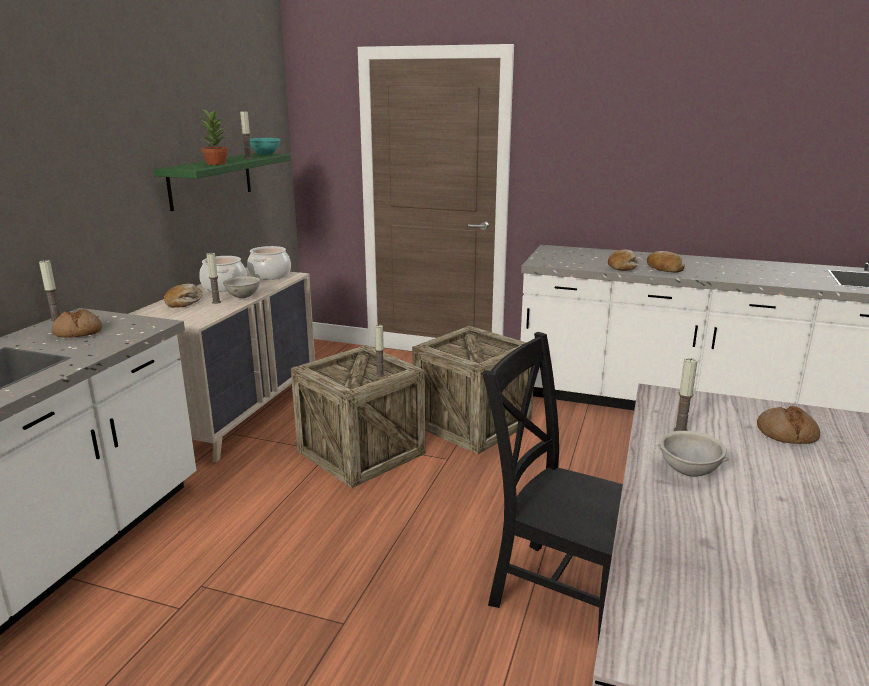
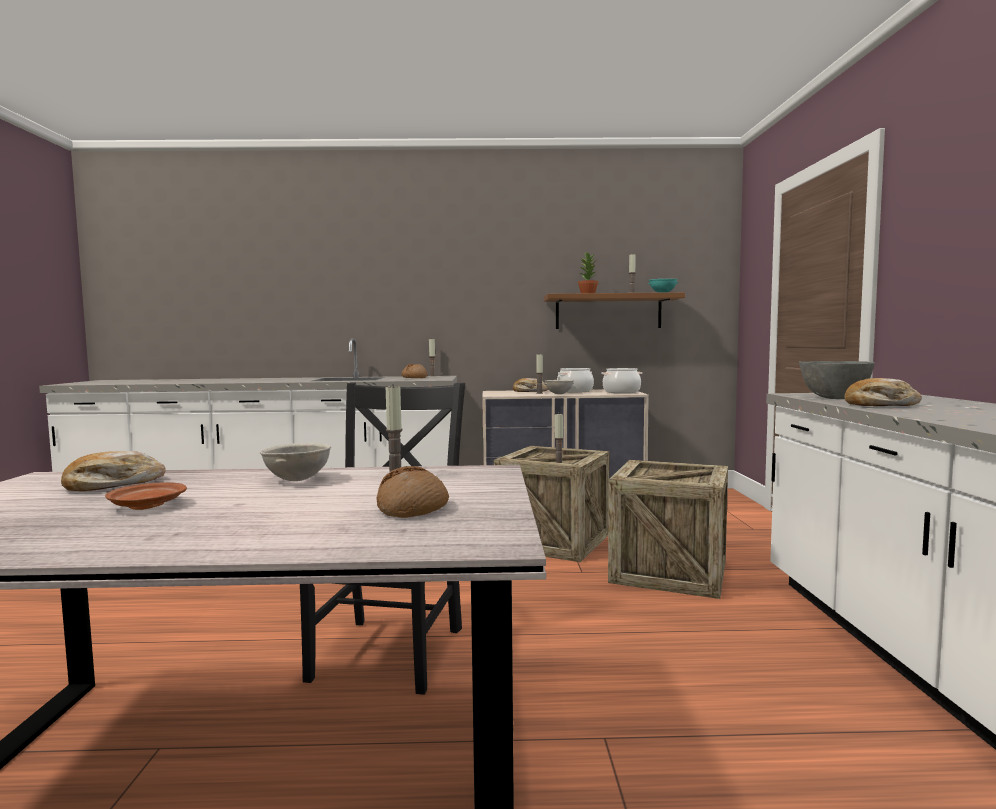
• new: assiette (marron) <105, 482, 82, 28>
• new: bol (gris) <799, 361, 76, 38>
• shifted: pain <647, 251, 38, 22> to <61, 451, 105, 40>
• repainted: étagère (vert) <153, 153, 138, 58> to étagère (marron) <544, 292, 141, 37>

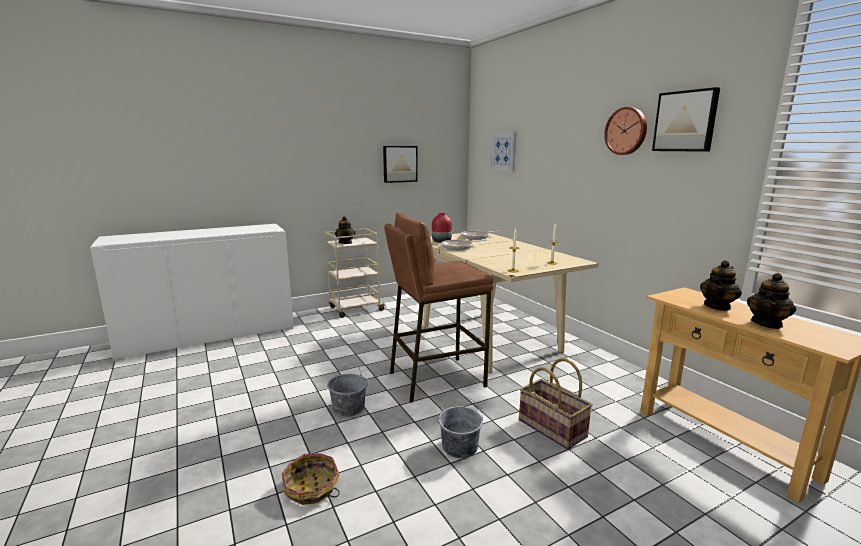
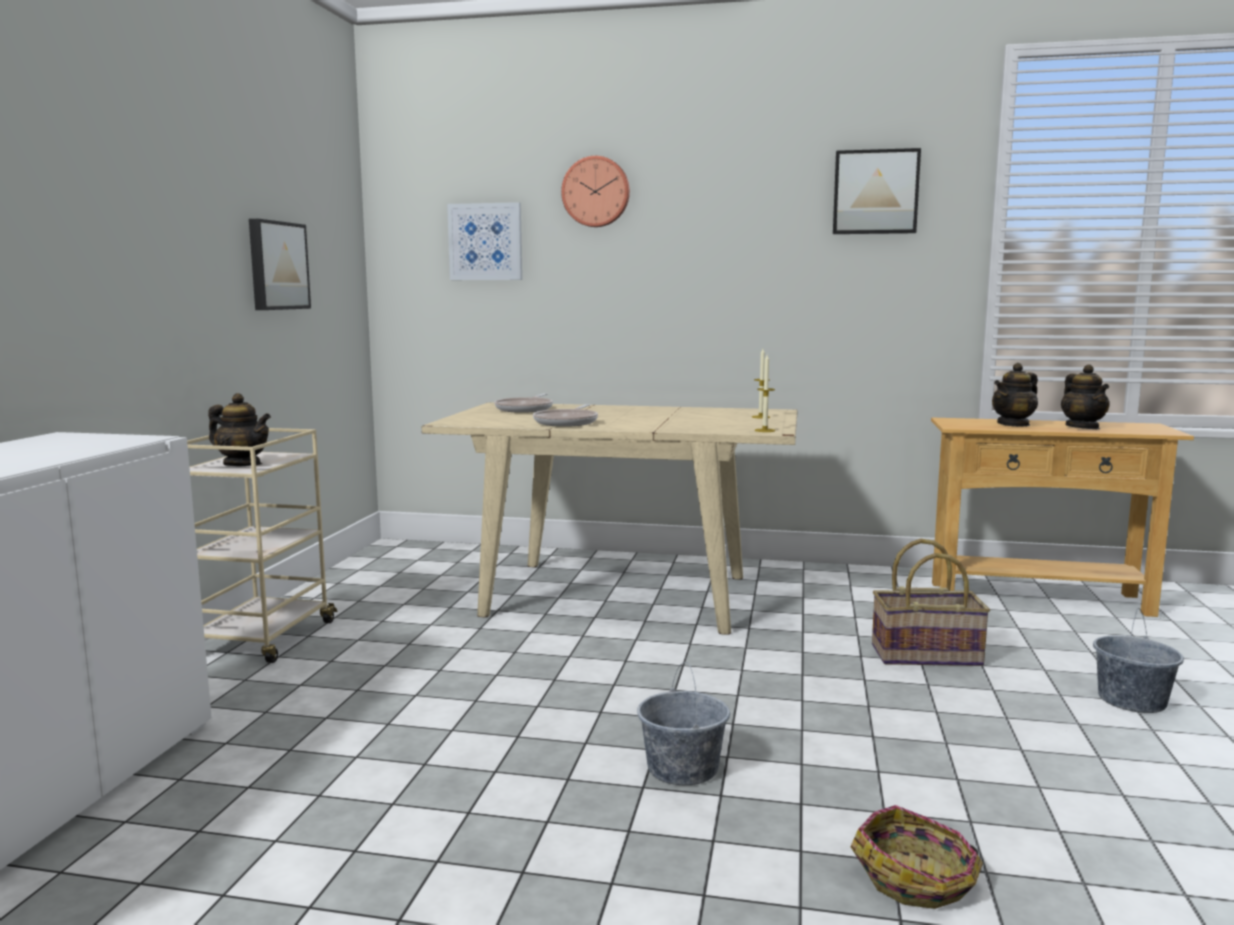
• gone: tabouret (marron) <384, 212, 109, 191>
• gone: vase (rouge) <432, 213, 20, 30>
• shifted: seau (gris) <438, 396, 45, 62> to <1093, 608, 91, 105>
• shifted: horloge murale <604, 107, 43, 48> to <561, 156, 69, 71>
• rotated: théière <700, 260, 42, 51> = <992, 363, 46, 64> 60 degrees clockwise

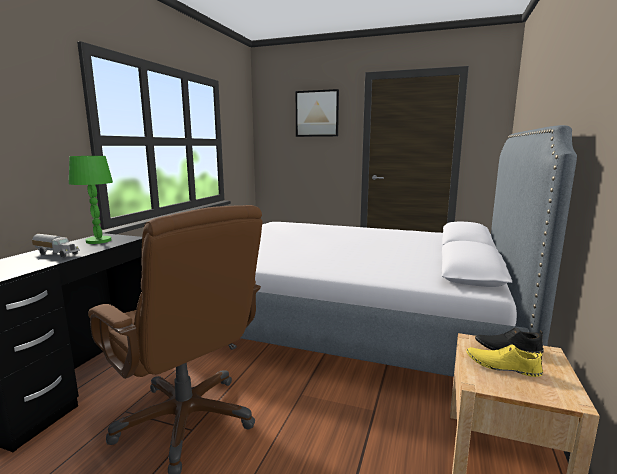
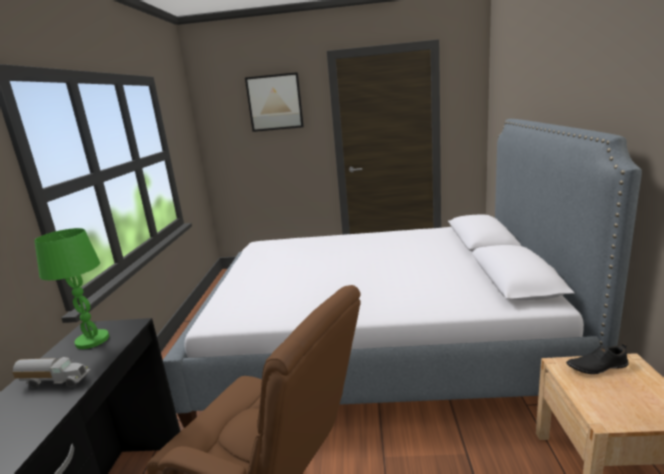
• gone: chaussure (jaune) <466, 344, 77, 33>

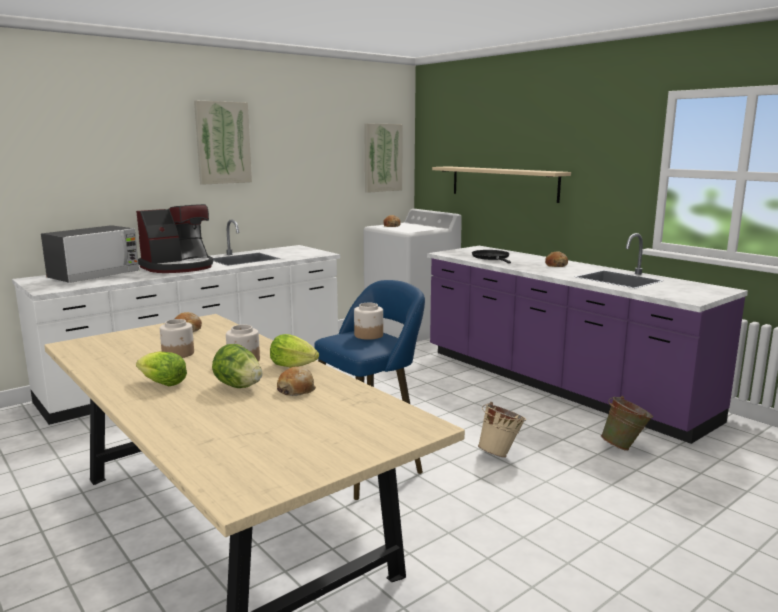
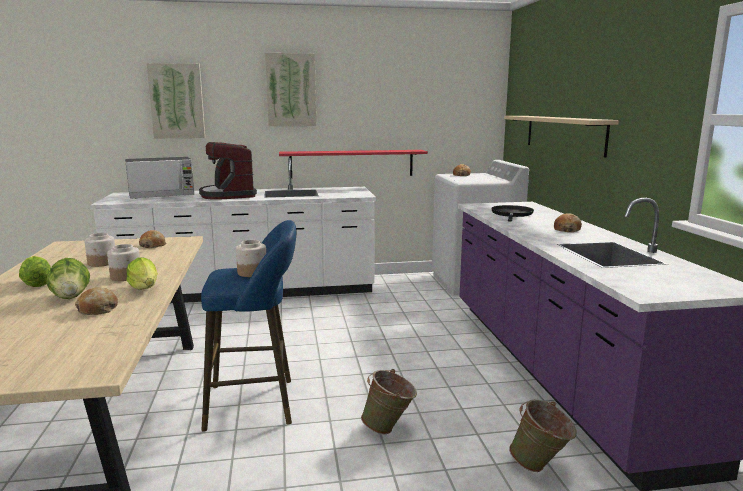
• new: étagère (rouge) <279, 150, 149, 28>
• shifted: tableau <364, 124, 39, 69> to <146, 63, 59, 75>
• repainted: seau (beige) <478, 402, 48, 56> to seau (vert) <361, 369, 56, 65>
• rotated: machine à café <136, 204, 77, 69> = <199, 142, 58, 58> 75 degrees clockwise

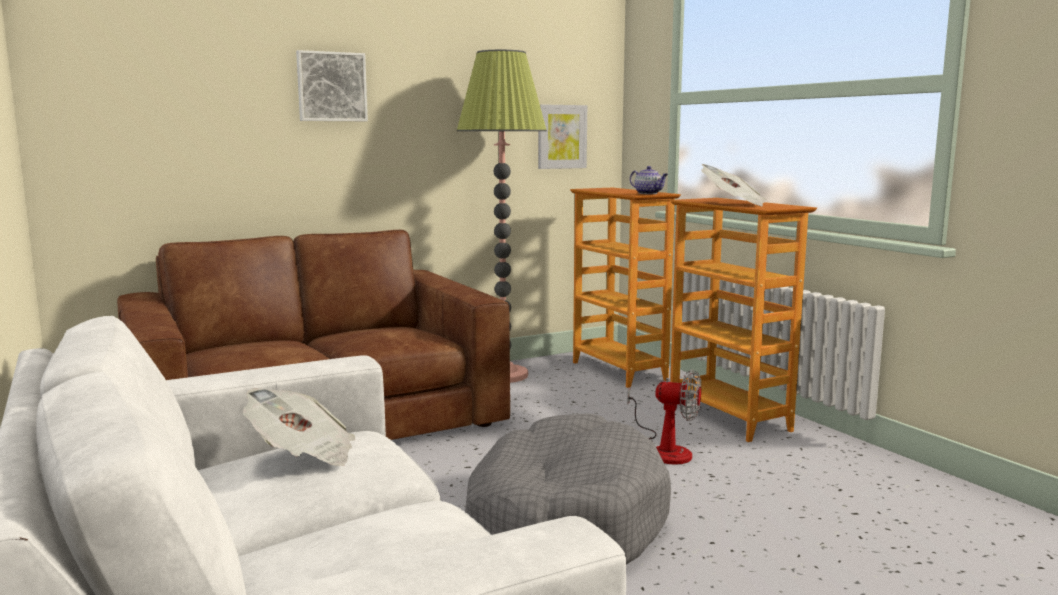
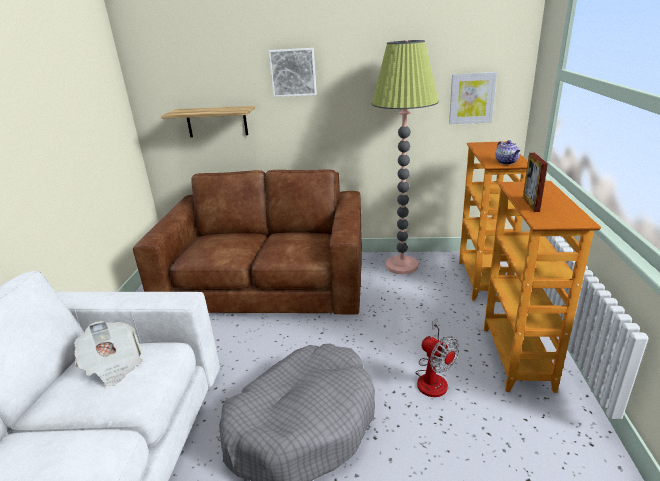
• new: étagère <161, 106, 94, 31>
• swapped: journal <701, 164, 65, 42> to cadre photo <523, 153, 25, 59>

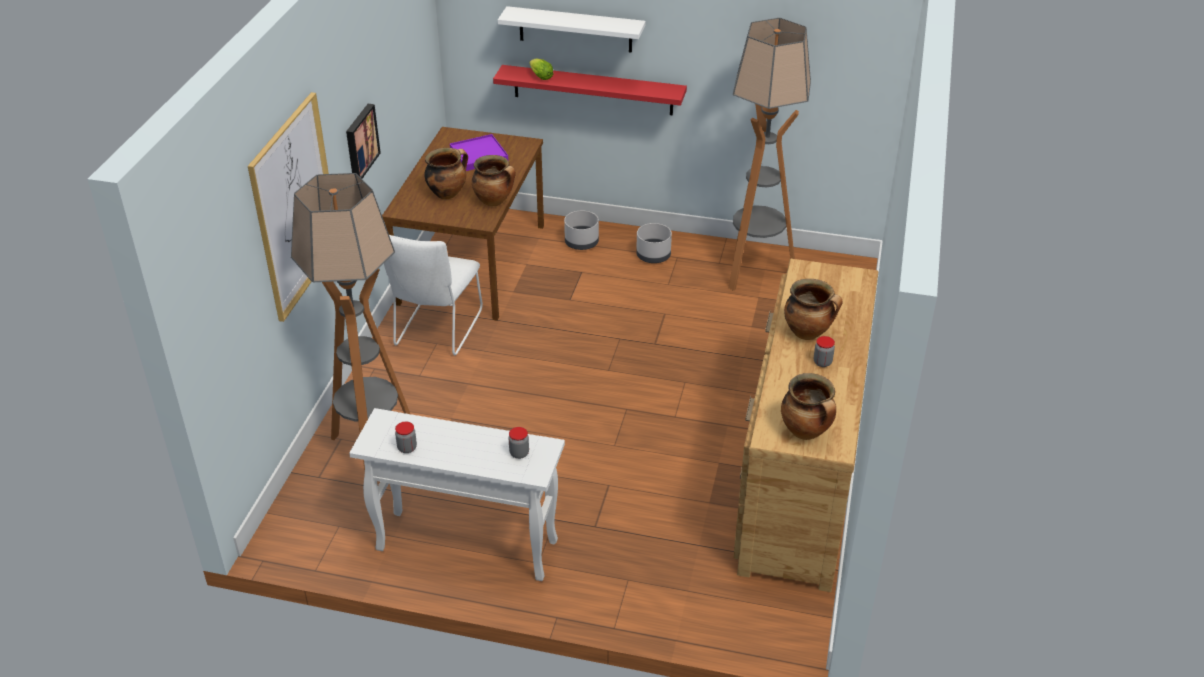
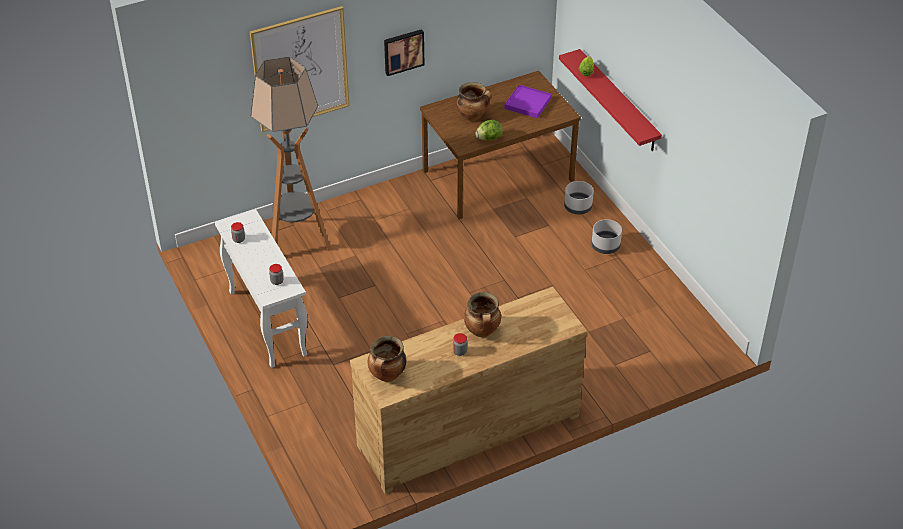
• gone: chaise (blanc) <384, 235, 99, 121>
• gone: étagère (blanc) <498, 6, 148, 47>
• gone: lampadaire <728, 18, 83, 273>
• swapped: marmite <472, 155, 44, 51> to laitue <475, 120, 28, 20>

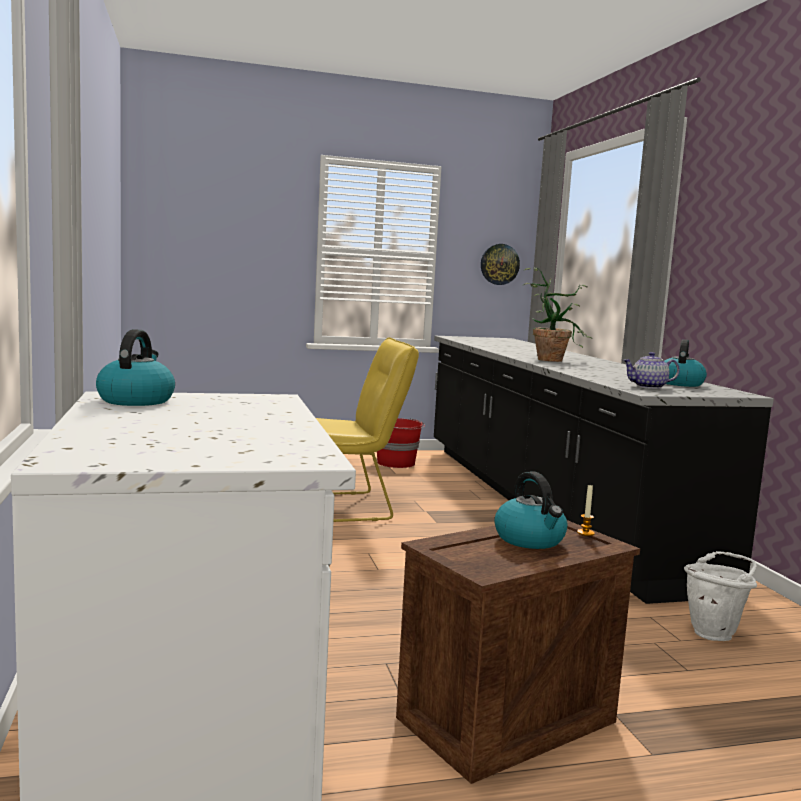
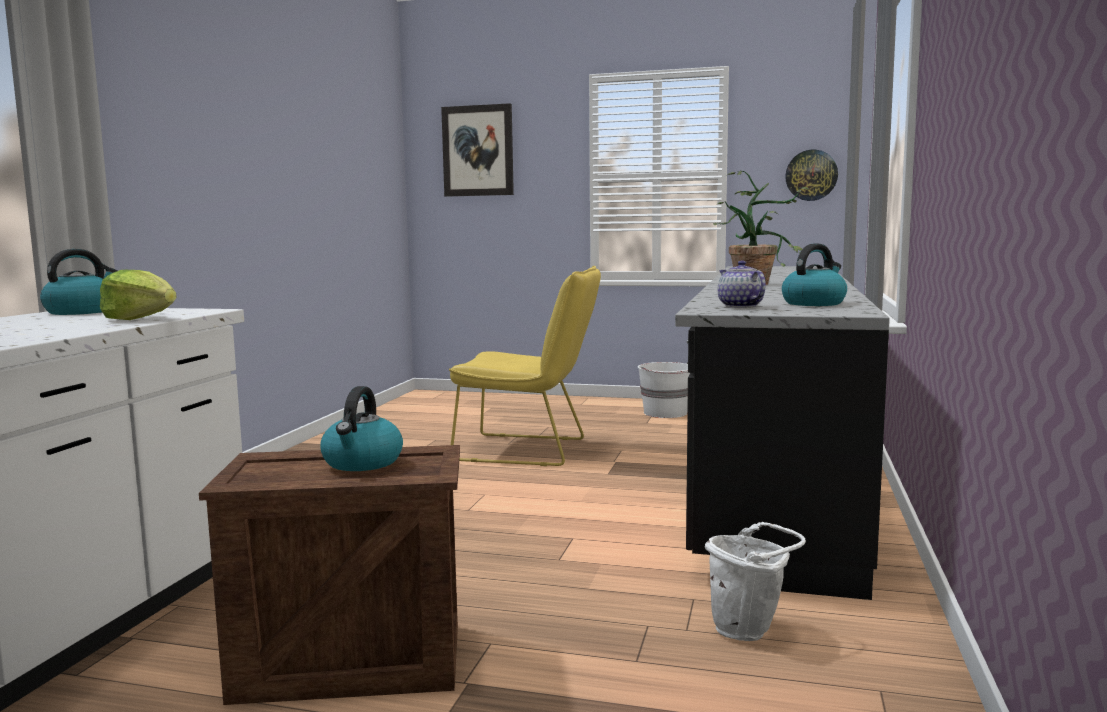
• gone: bougie <577, 483, 18, 53>
• new: laitue <100, 270, 77, 50>
• new: tableau <441, 103, 73, 94>
• repainted: seau (rouge) <377, 418, 48, 50> to seau (blanc) <638, 362, 52, 56>
• rotated: théière <623, 352, 57, 37> = <718, 261, 48, 47> 45 degrees clockwise

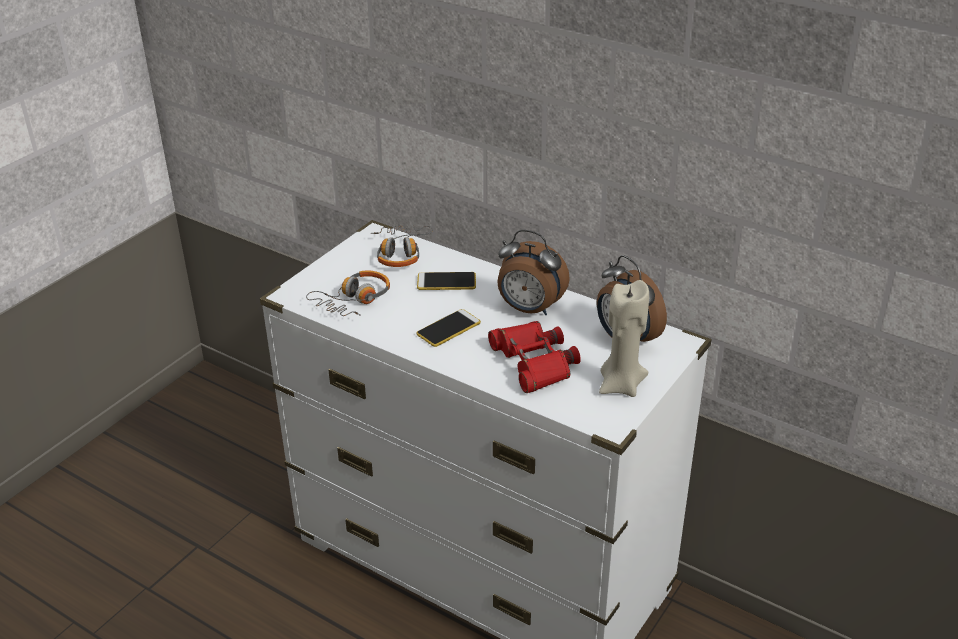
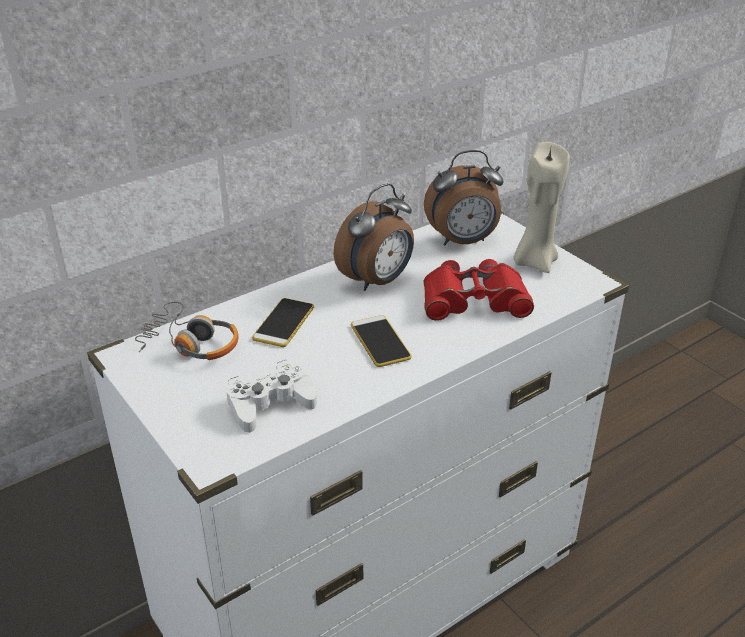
• swapped: casque audio <306, 271, 84, 45> to manette (blanc) <226, 360, 91, 73>

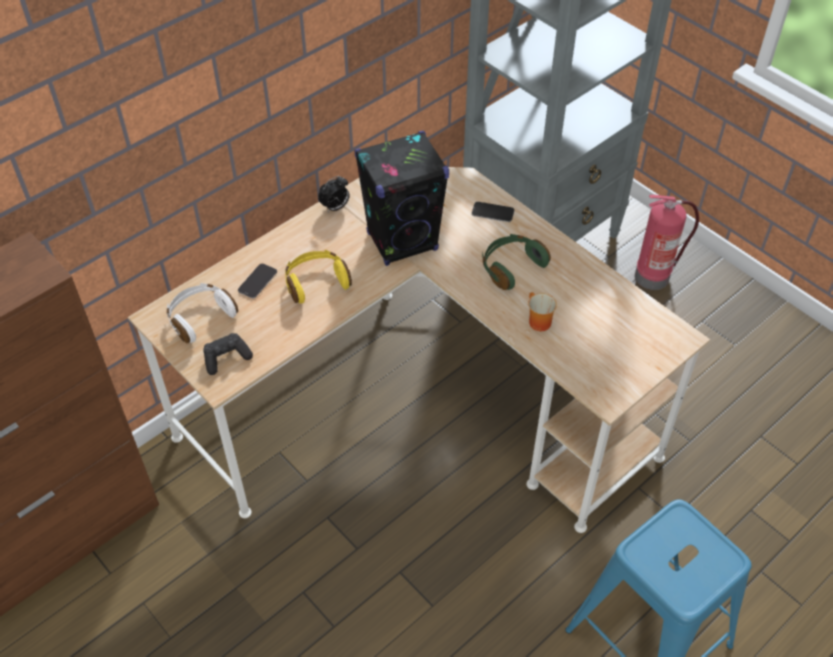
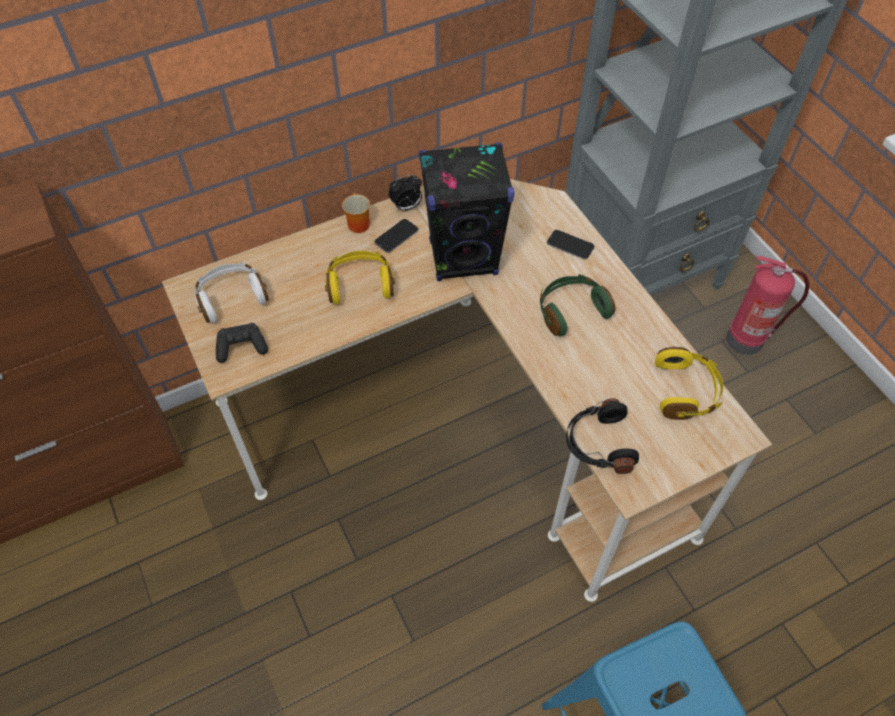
• new: casque audio (noir) <566, 398, 73, 76>
• new: casque audio (jaune) <655, 347, 69, 73>
• shifted: téléphone <238, 264, 39, 34> to <374, 219, 44, 34>
• shifted: mug <528, 292, 29, 39> to <342, 193, 28, 40>

